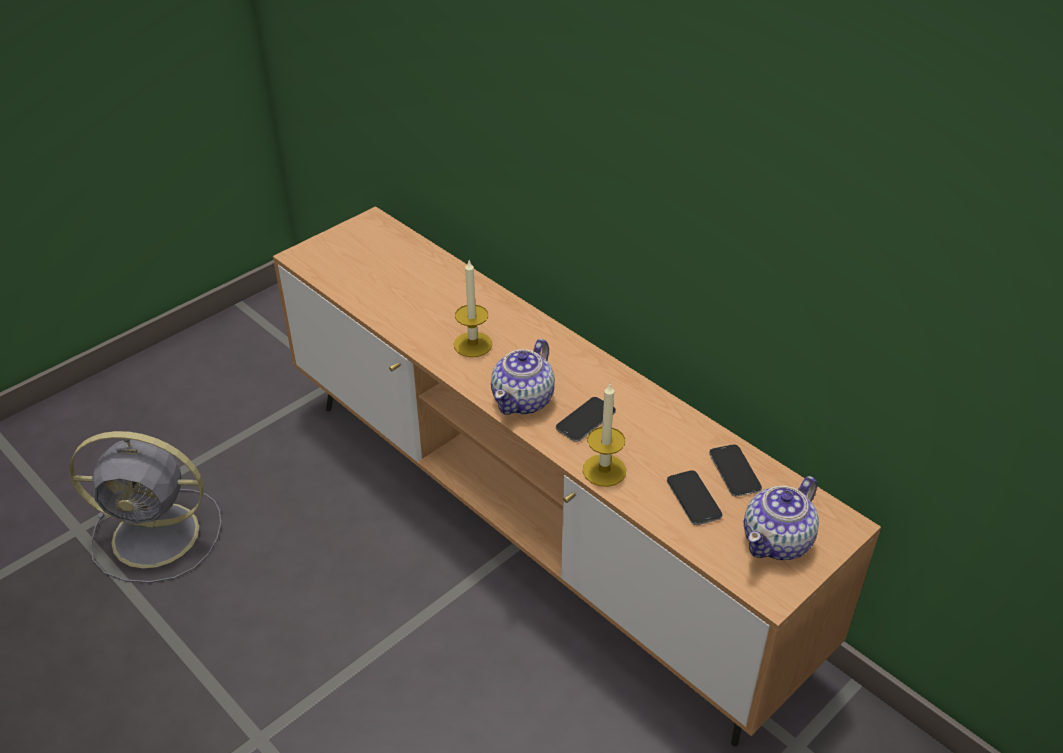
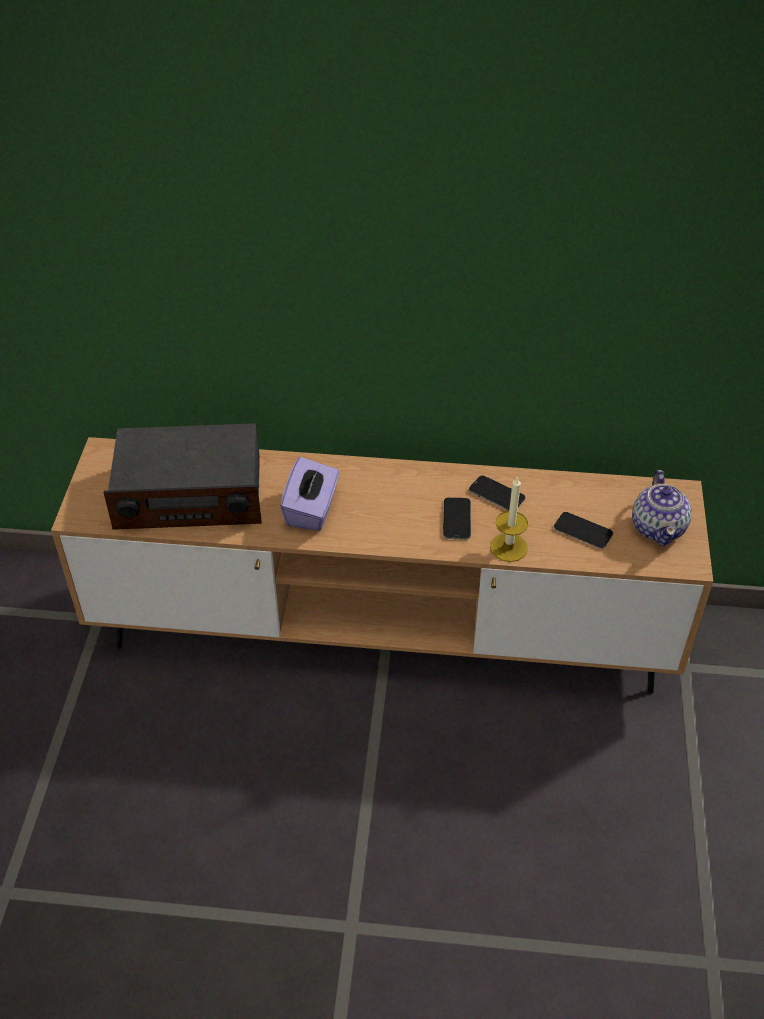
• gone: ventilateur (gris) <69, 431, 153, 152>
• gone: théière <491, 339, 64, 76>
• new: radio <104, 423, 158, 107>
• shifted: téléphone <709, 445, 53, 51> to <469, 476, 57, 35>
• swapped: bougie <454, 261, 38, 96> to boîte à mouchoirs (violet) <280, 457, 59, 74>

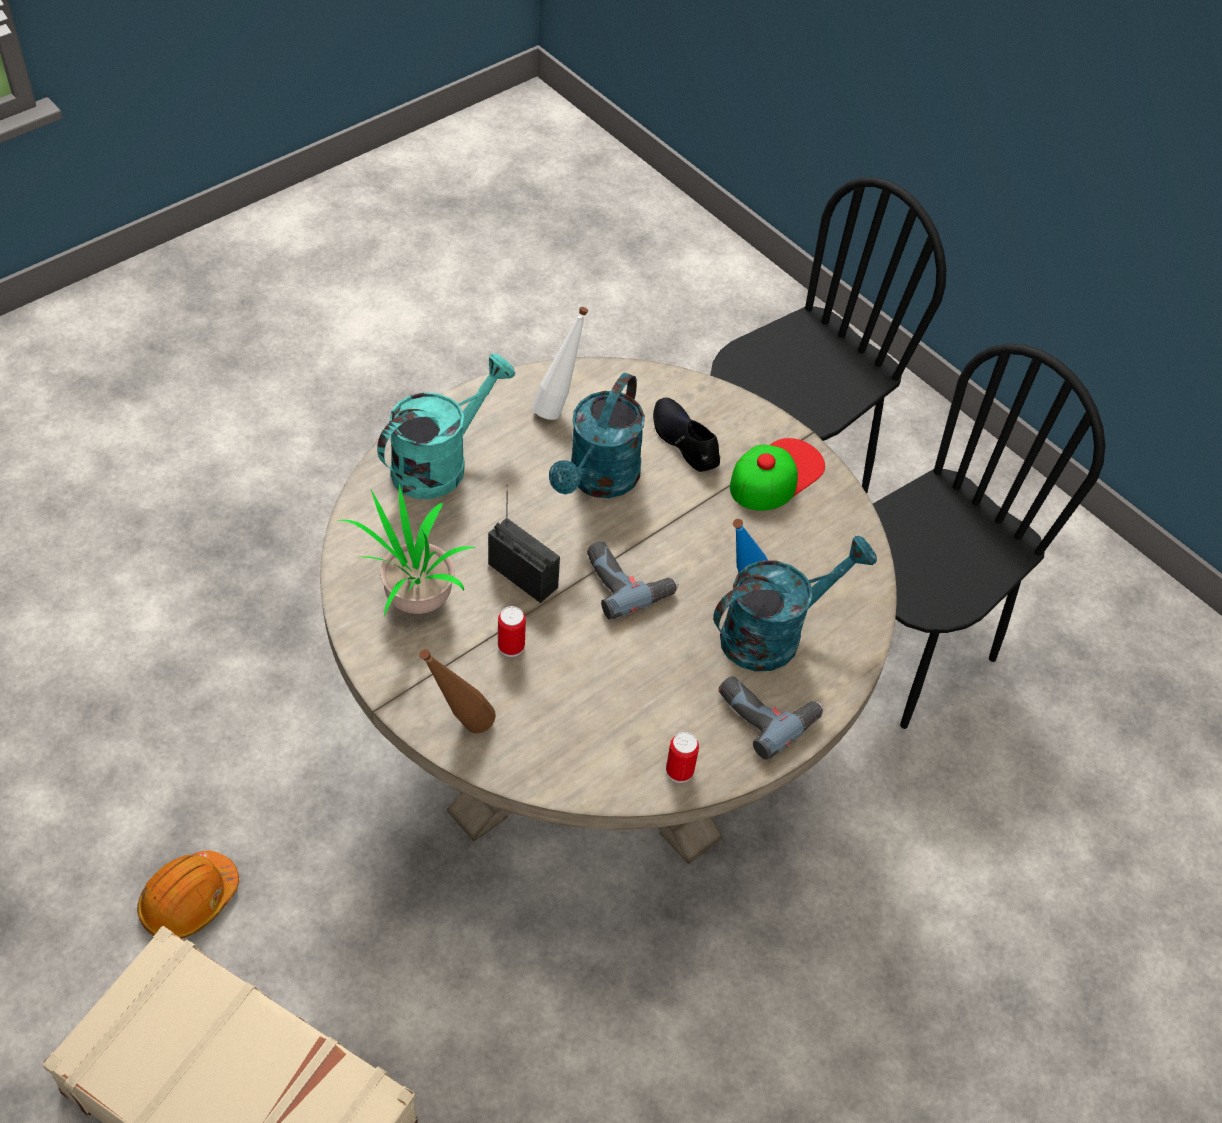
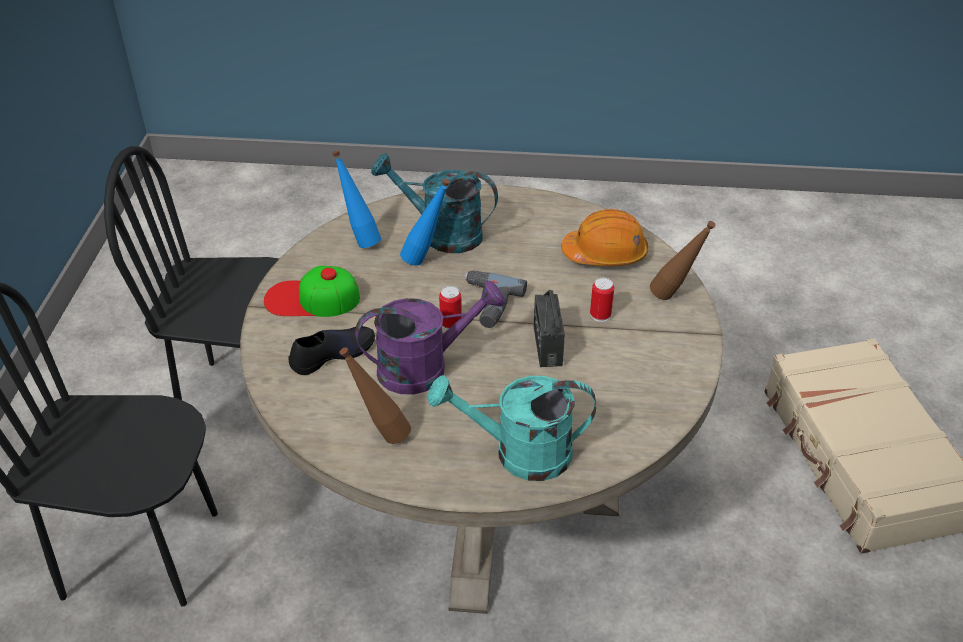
• gone: plante en pot <337, 484, 138, 132>
• gone: perceuse <719, 676, 104, 84>
• new: bouteille (bleu) <332, 150, 49, 98>
• shifted: casque de chantier (orange) <137, 851, 102, 88> to <561, 209, 87, 57>
• shifted: boîte métallique <666, 732, 33, 51> to <439, 286, 23, 44>
• repainted: bouteille (blanc) <532, 307, 56, 113> to bouteille (marron) <339, 347, 72, 97>
• repainted: arrosoir (turquoise) <549, 373, 96, 125> to arrosoir (violet) <355, 281, 150, 114>
• rotated: chaussure (noir) <653, 398, 67, 74> = <288, 326, 87, 49> 135 degrees counterclockwise

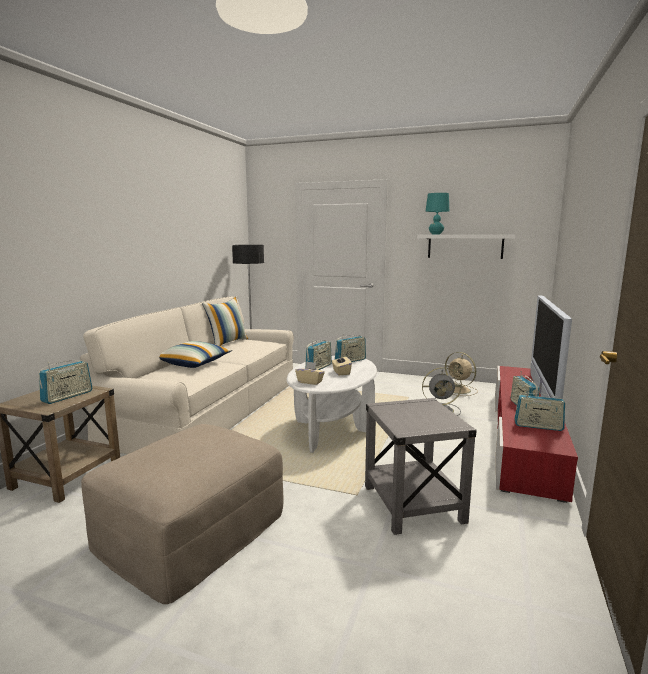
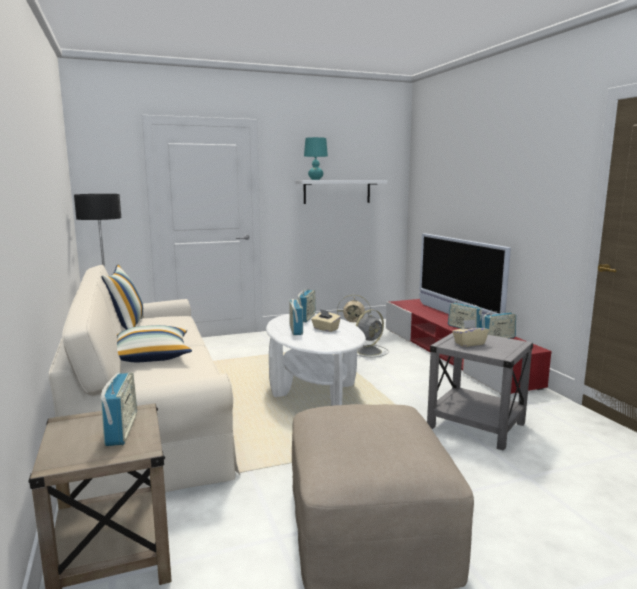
• shifted: boîte à mouchoirs (beige) <295, 361, 30, 24> to <452, 320, 37, 27>

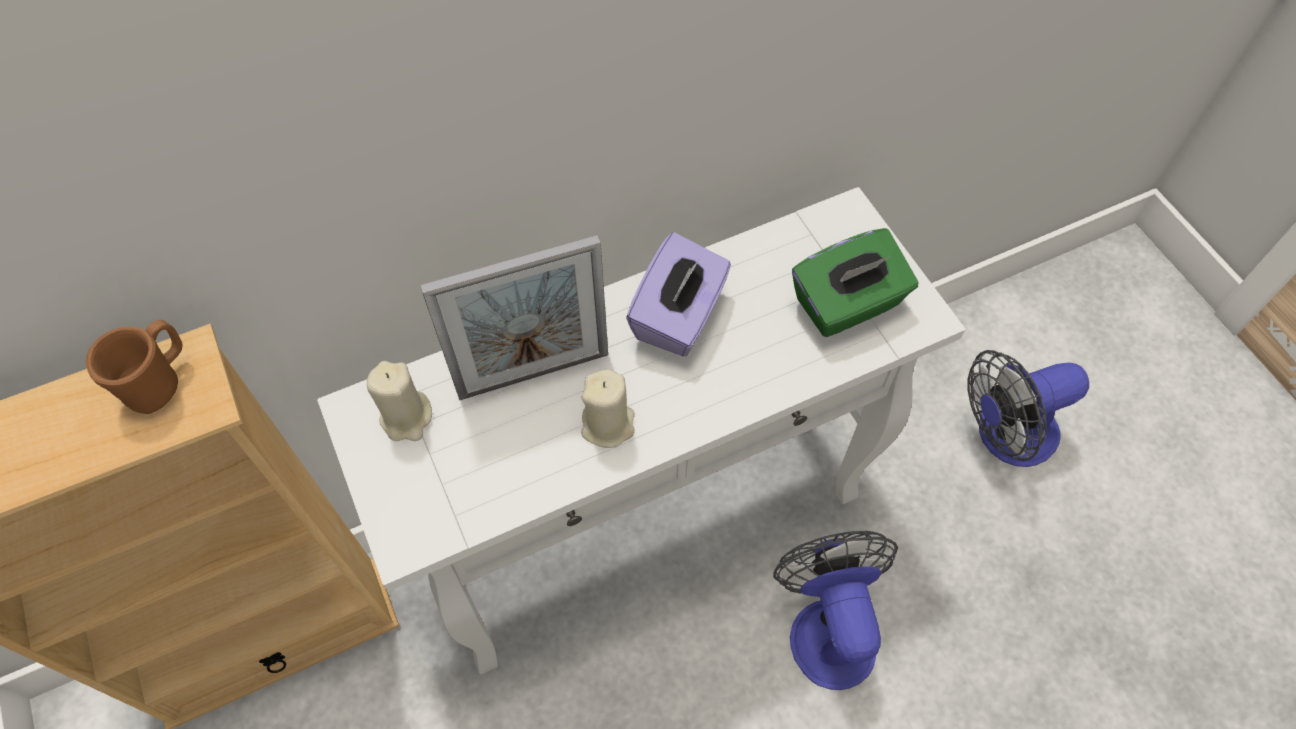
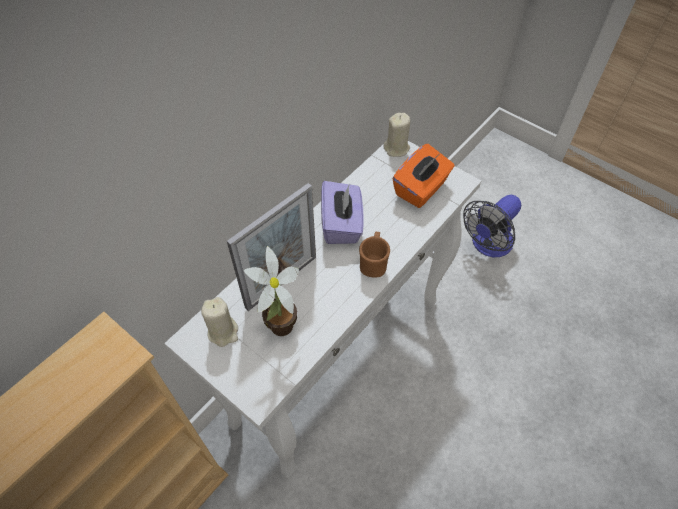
• gone: ventilateur <773, 531, 125, 159>
• new: plante en pot <244, 246, 55, 90>
• shifted: mug (marron) <86, 320, 97, 94> to <359, 232, 31, 46>
• shifted: bougie (beige) <581, 369, 54, 79> to <384, 113, 26, 44>
• repainted: boîte à mouchoirs (vert) <792, 228, 127, 109> to boîte à mouchoirs (orange) <393, 144, 62, 64>

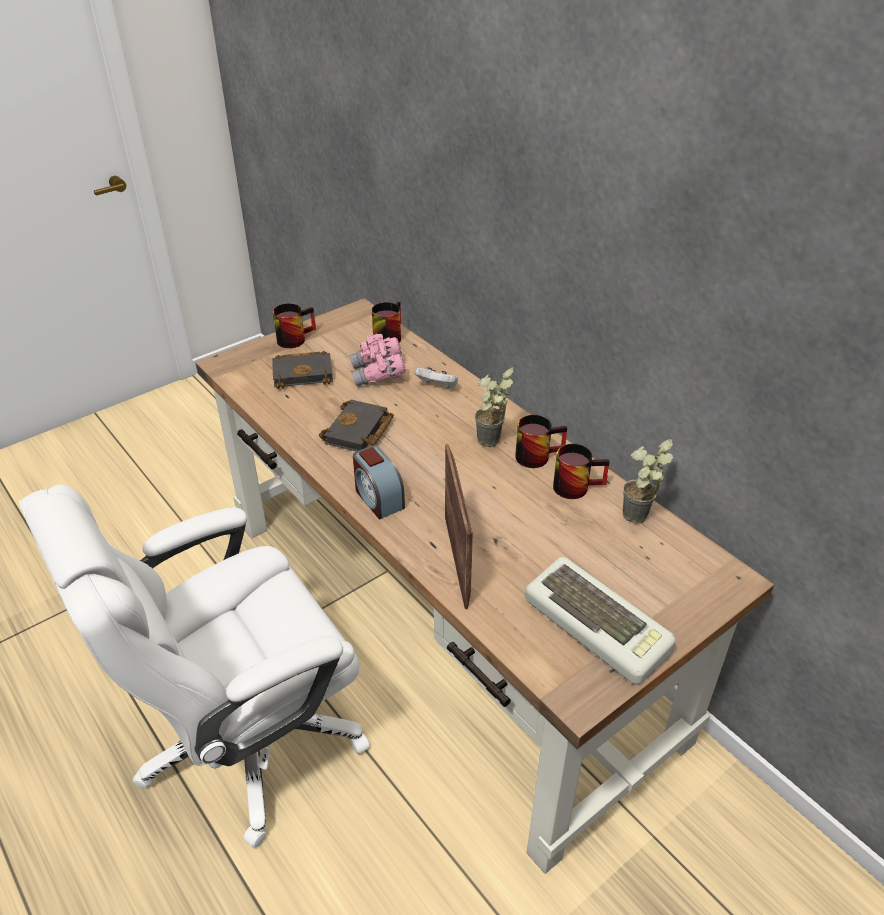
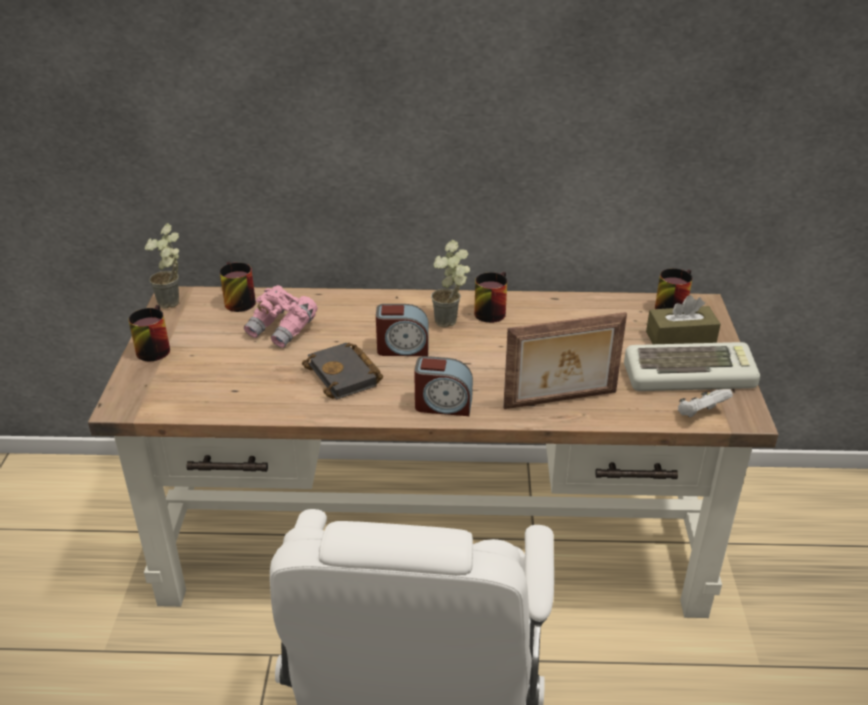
• gone: livre (noir) <272, 351, 61, 38>
• new: réveil <376, 304, 53, 52>
• new: boîte à mouchoirs (marron) <646, 295, 75, 49>
• shifted: manette (blanc) <414, 367, 44, 22> to <678, 389, 55, 29>
• shifted: mug <553, 444, 57, 55> to <655, 268, 37, 41>
• shifted: plante en pot <623, 439, 50, 85> to <145, 223, 34, 85>
• rotated: cadre photo <445, 444, 28, 165> = <503, 312, 124, 97> 135 degrees clockwise

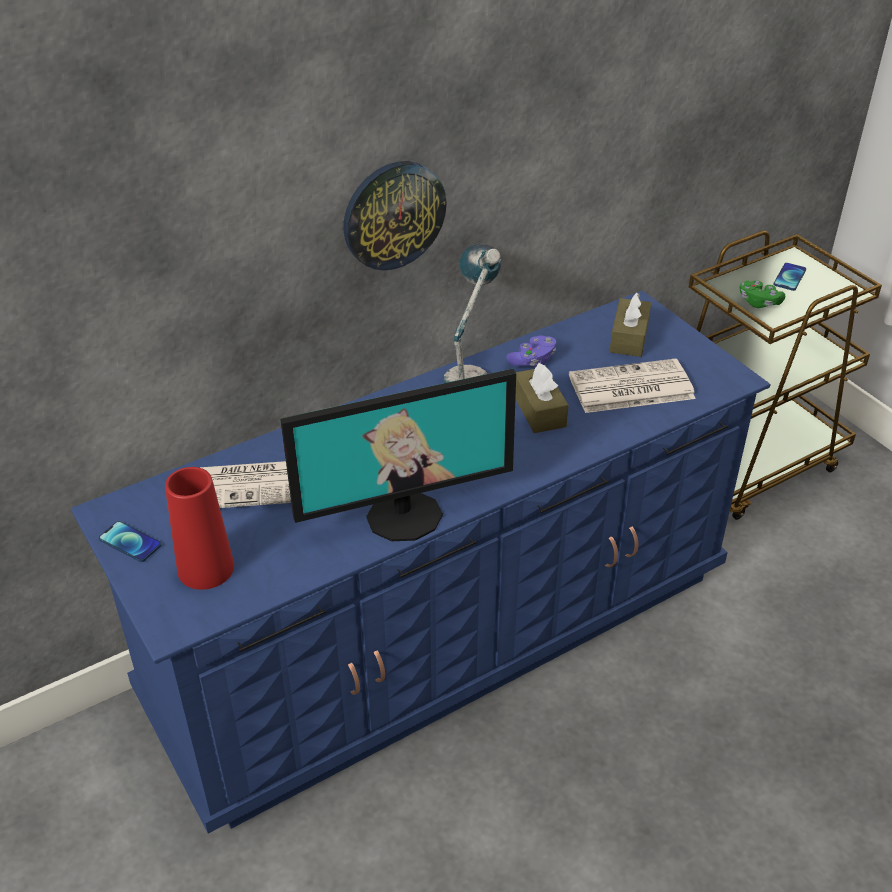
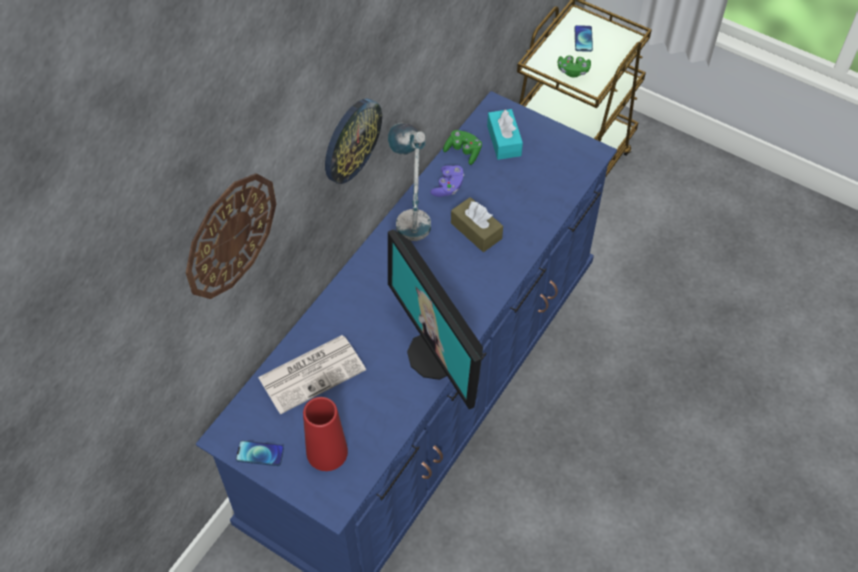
• gone: journal <569, 359, 127, 54>
• new: horloge murale <186, 173, 90, 126>
• new: manette (vert) <443, 130, 39, 35>
• repainted: boîte à mouchoirs (marron) <610, 293, 41, 64> to boîte à mouchoirs (turquoise) <487, 109, 36, 51>
• rotated: écran d'ordinateur <280, 369, 236, 172> = <388, 229, 95, 181> 105 degrees clockwise

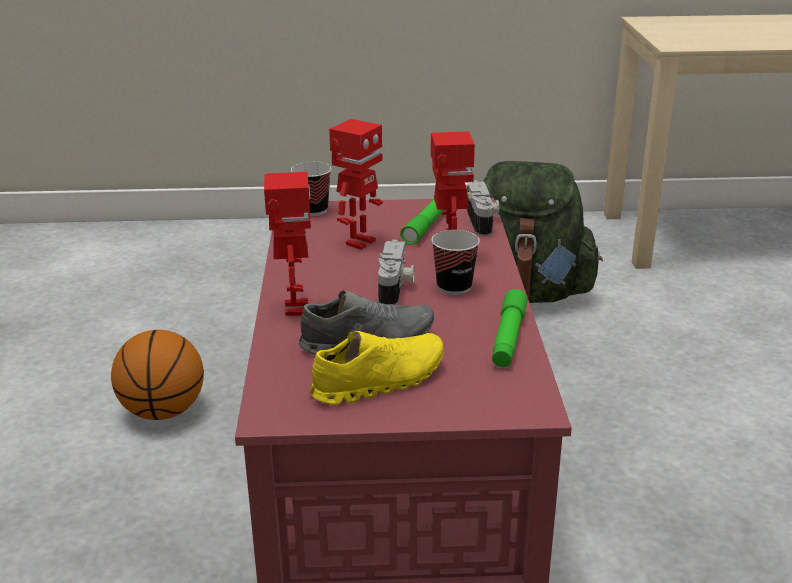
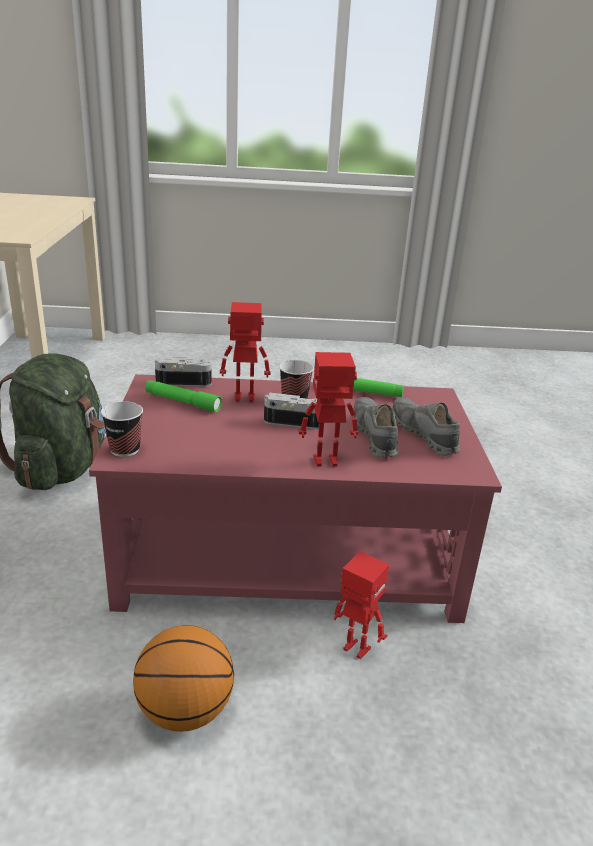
• shifted: robot jouet <329, 119, 54, 131> to <334, 551, 55, 108>
• repainted: chaussure (jaune) <309, 331, 135, 74> to chaussure (gris) <392, 397, 68, 59>

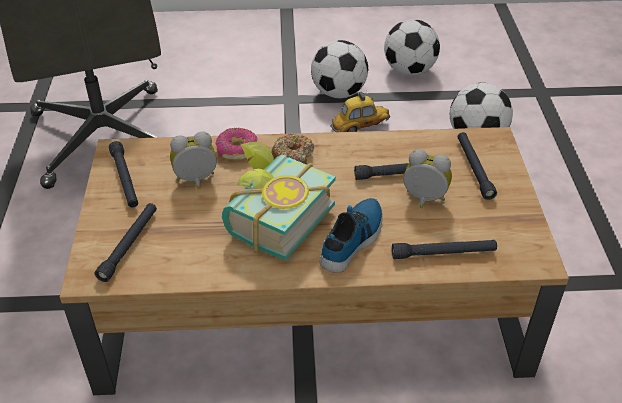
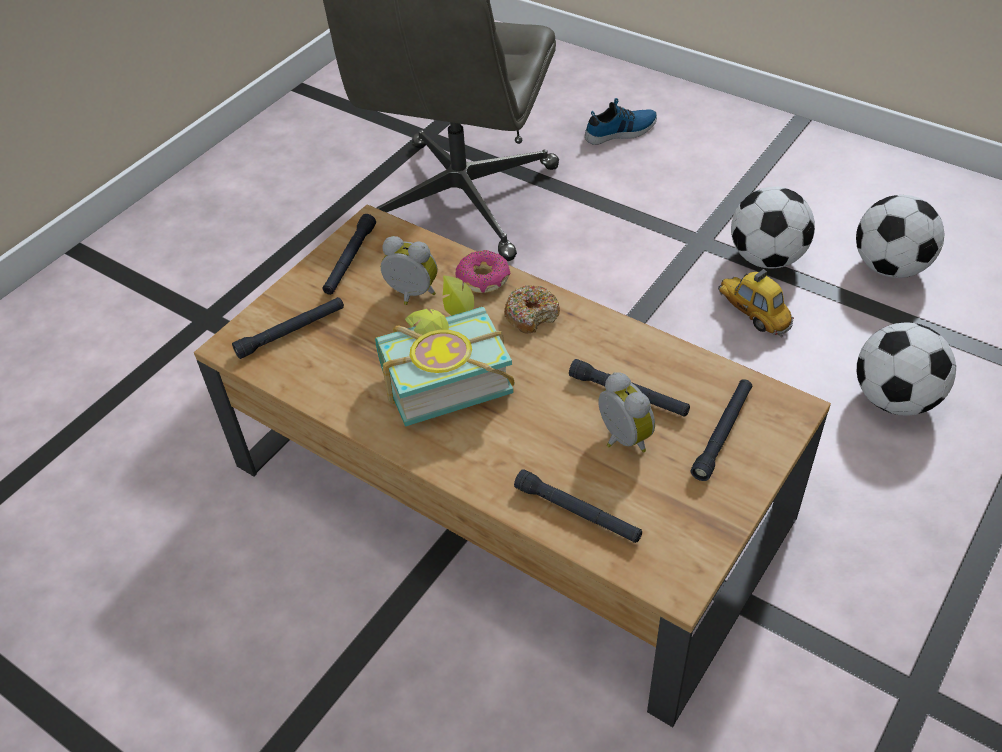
• shifted: chaussure <319, 198, 64, 75> to <585, 98, 72, 47>
• rotated: petite voiture <330, 92, 60, 40> = <718, 269, 76, 68> 150 degrees counterclockwise

